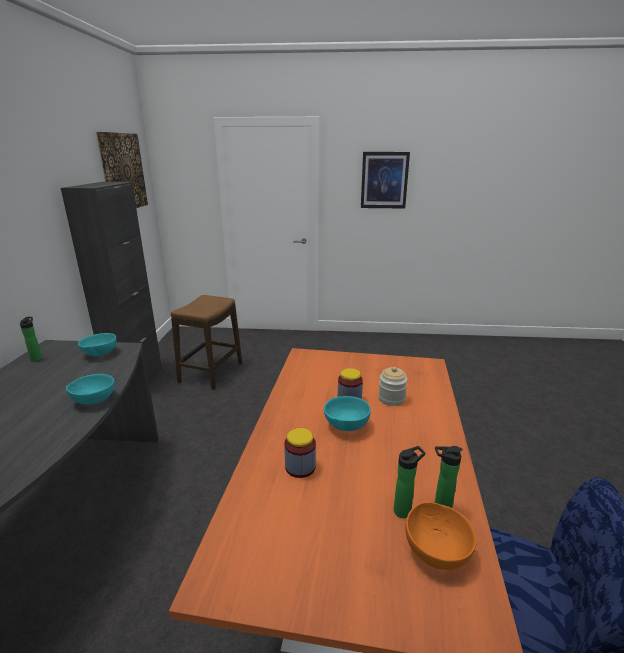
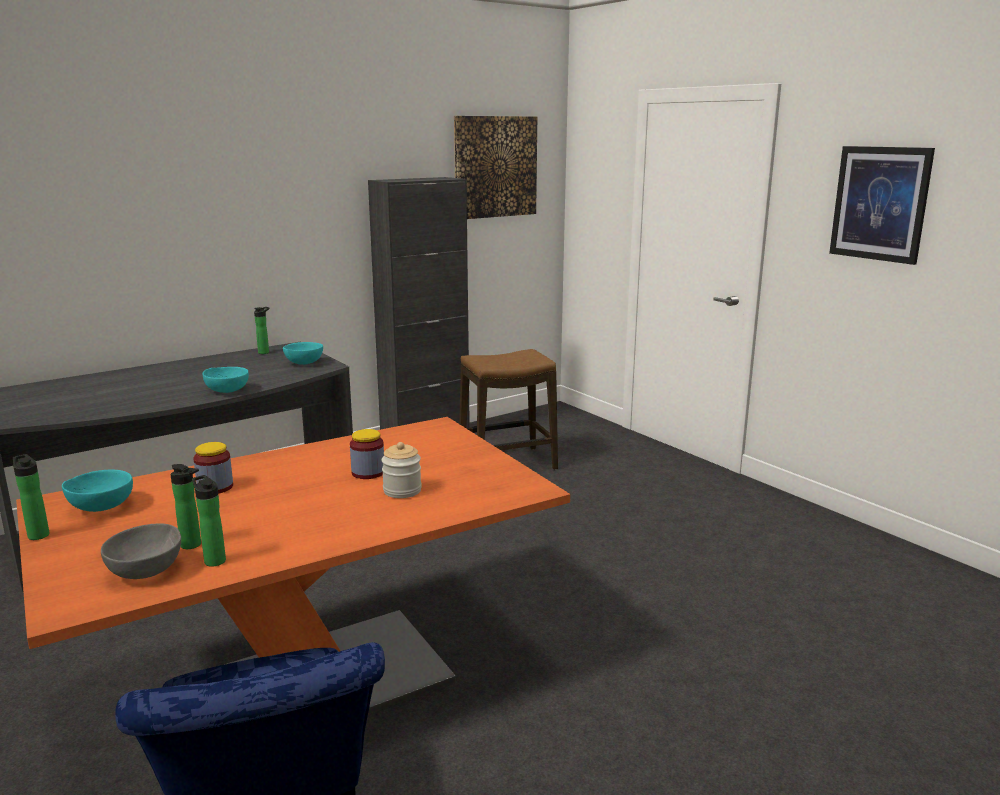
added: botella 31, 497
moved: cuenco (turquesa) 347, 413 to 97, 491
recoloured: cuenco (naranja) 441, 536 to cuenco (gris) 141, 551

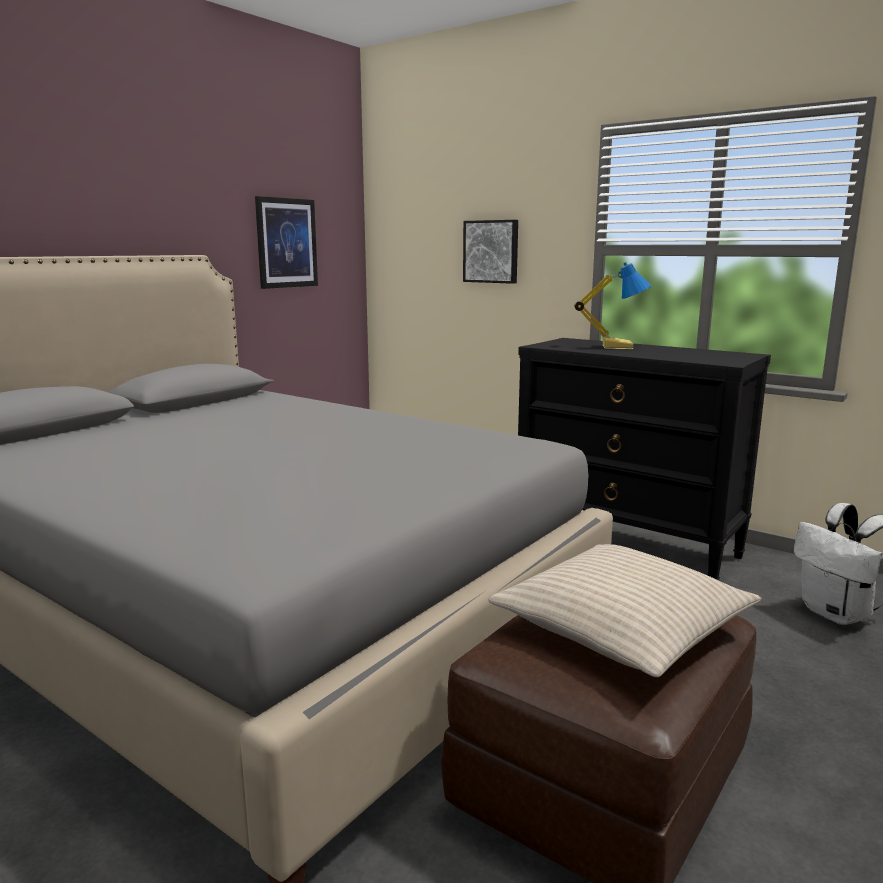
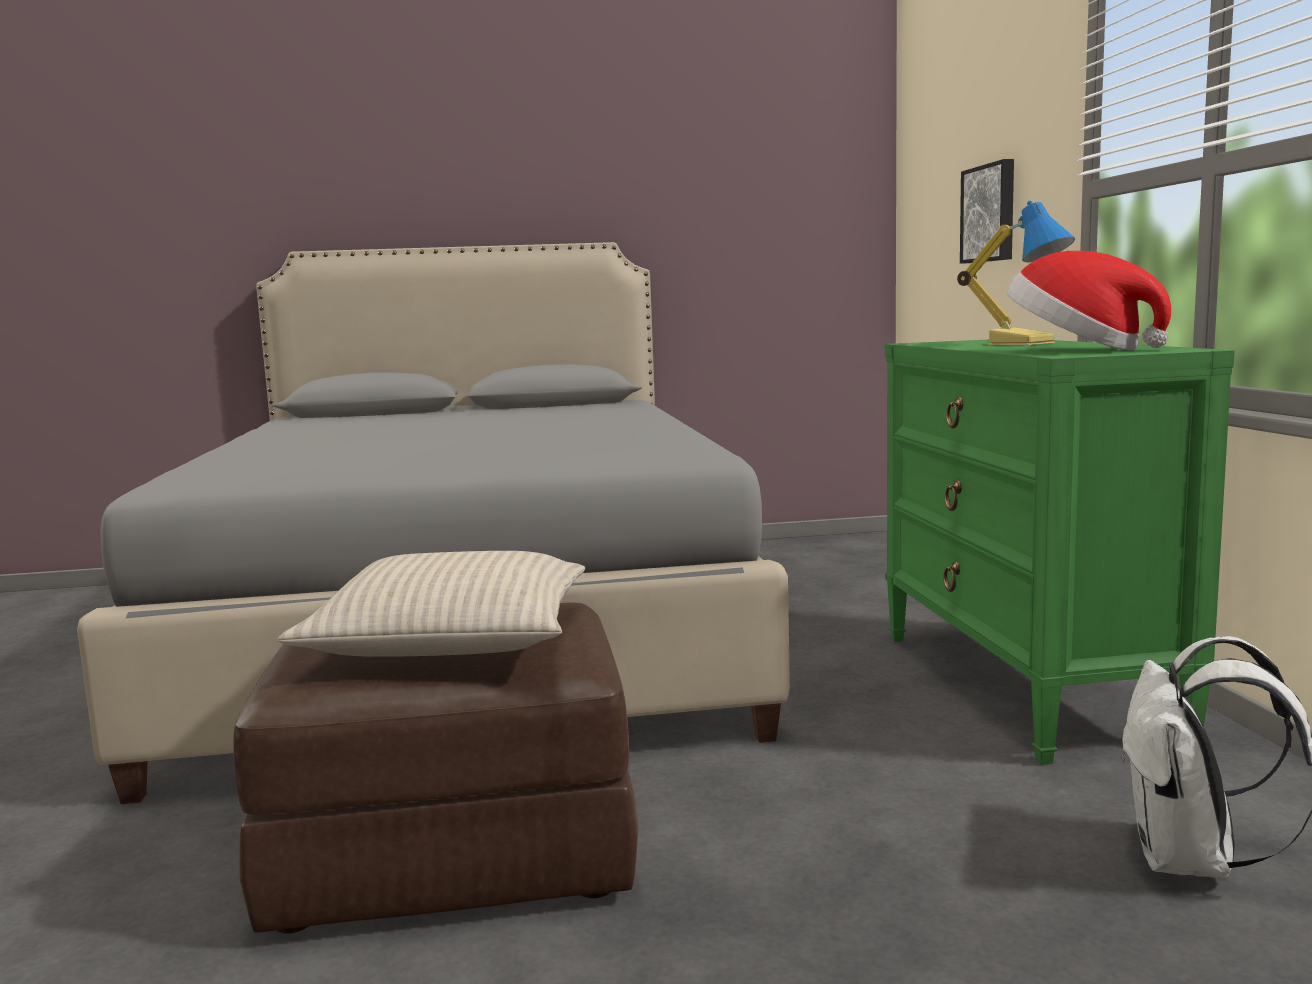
removed: cuadro 286, 242
added: sombrero 1089, 300
recoloured: cómoda (negro) 644, 459 to cómoda (verde) 1060, 552

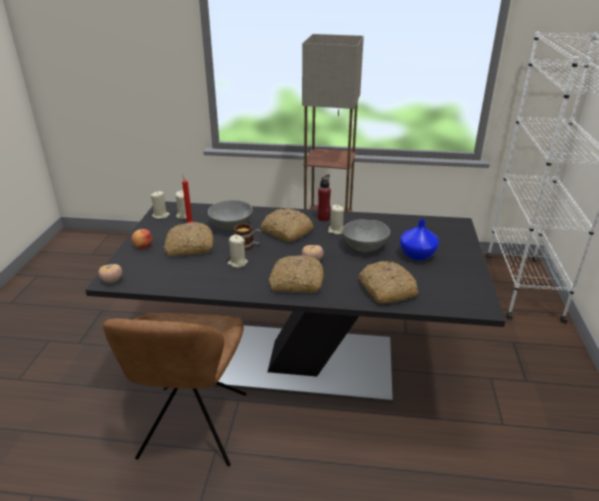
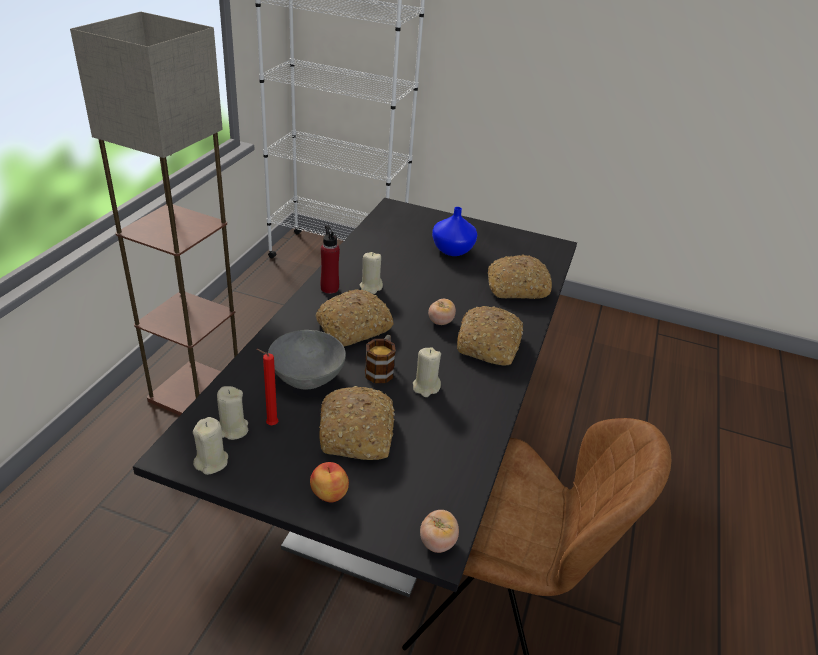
removed: cuenco (gris) 366, 235

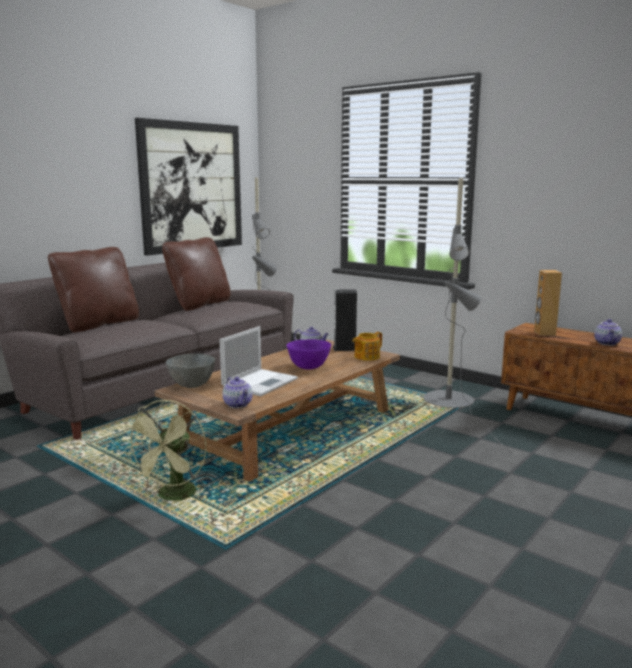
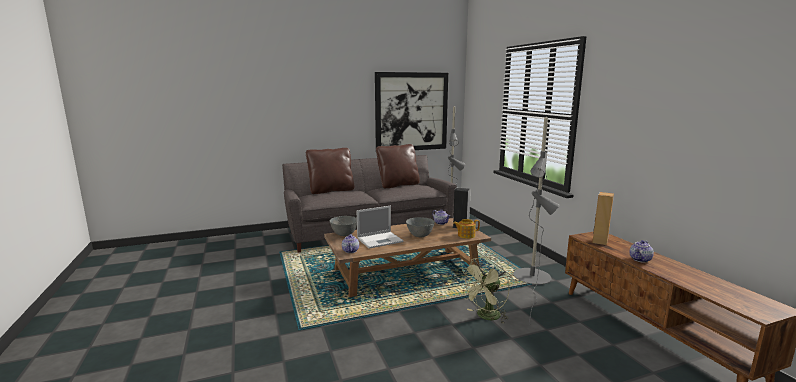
moved: ventilador (verde) 165, 450 to 484, 290
recoloured: cuenco (morado) 308, 354 to cuenco (gris) 420, 227

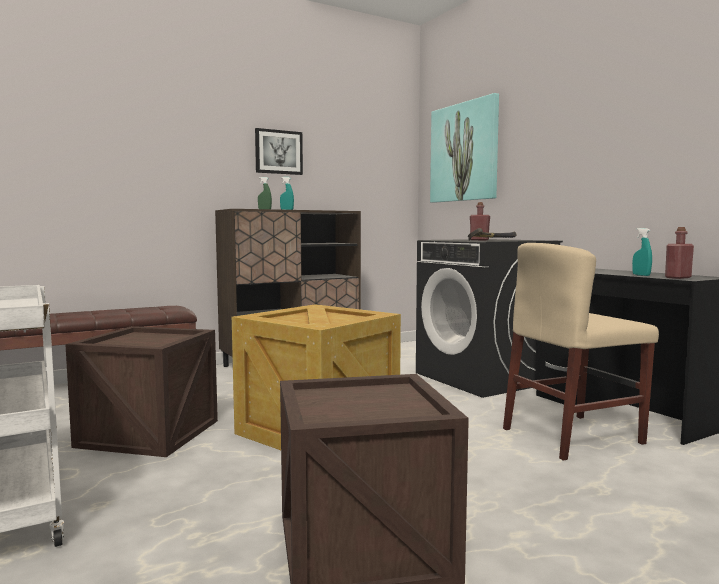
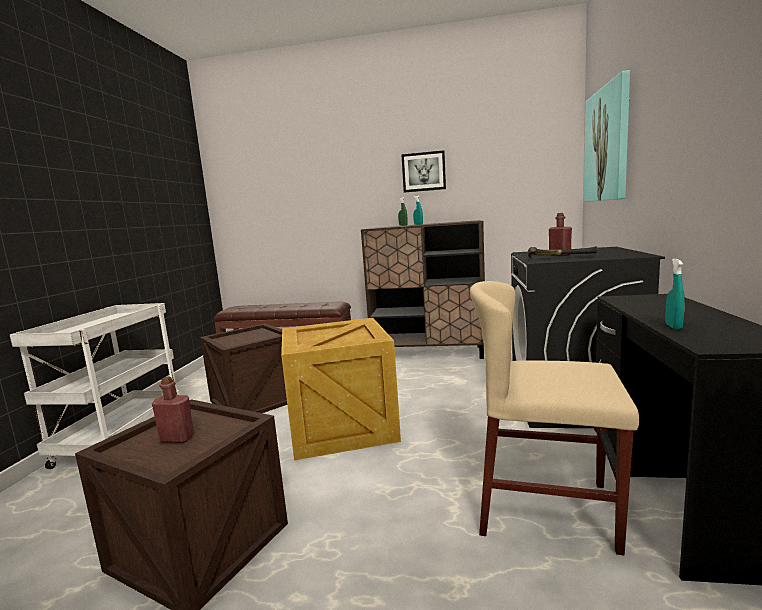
moved: botella (rojo) 679, 253 to 173, 409

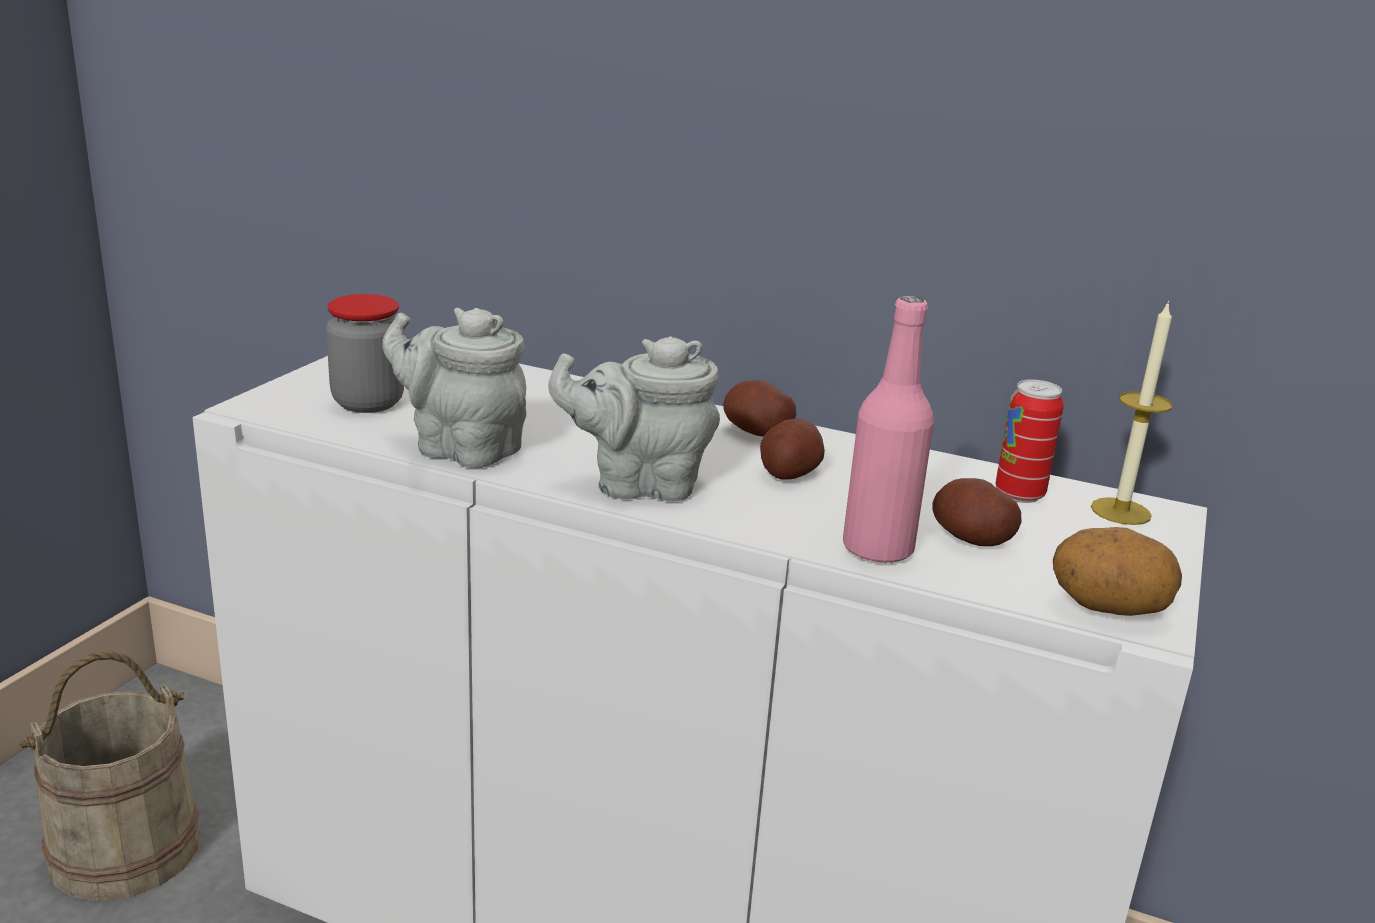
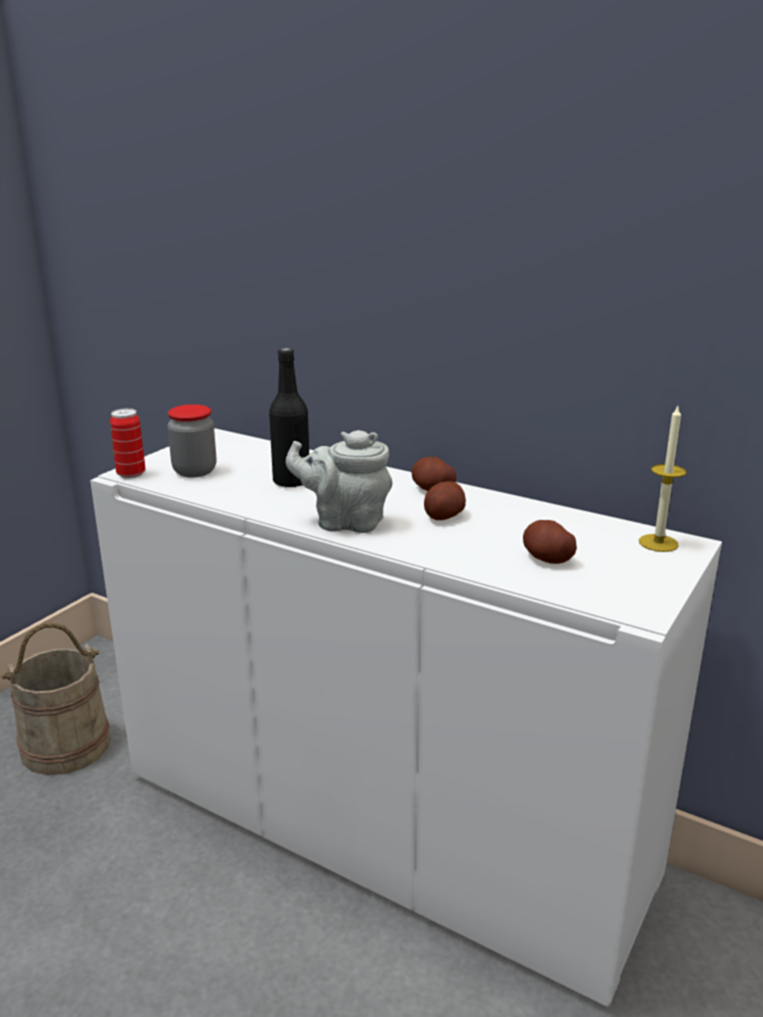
removed: tetera (gris) 454, 388; botella (rosa) 888, 430; patata 1117, 571
added: botella (negro) 289, 418
moved: lata 1030, 441 to 127, 443

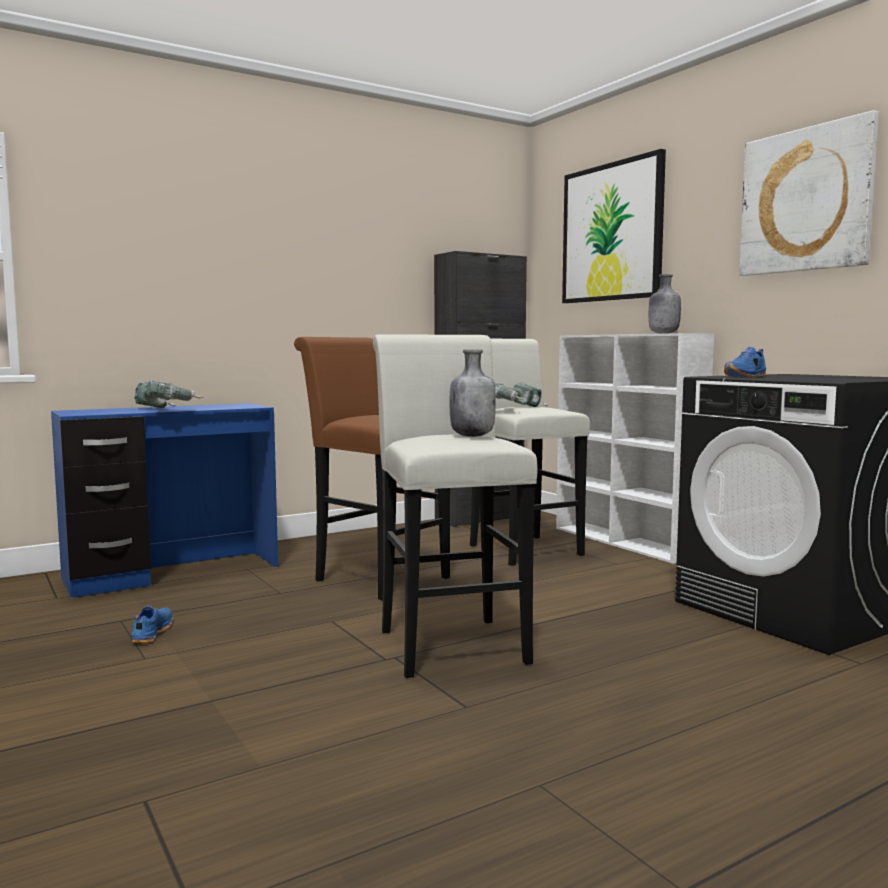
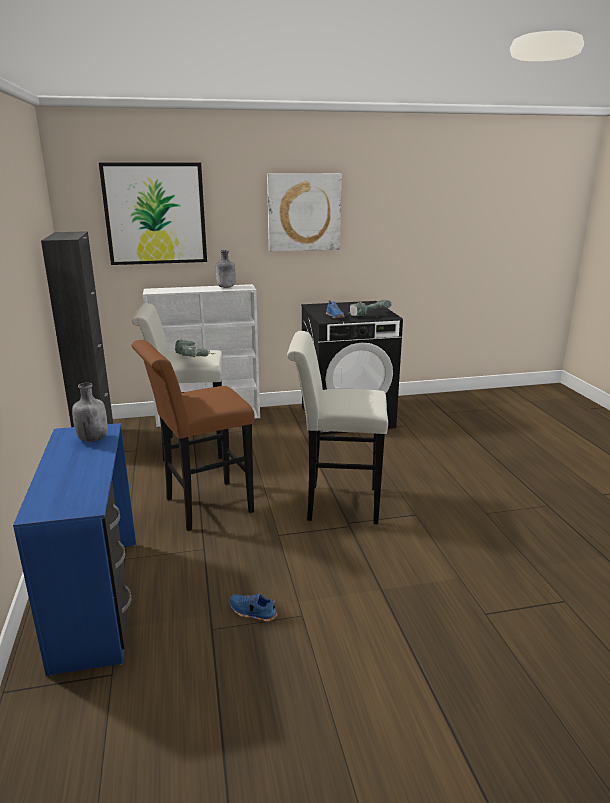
moved: taladro 168, 394 to 370, 307; botella (gris) 472, 393 to 90, 412

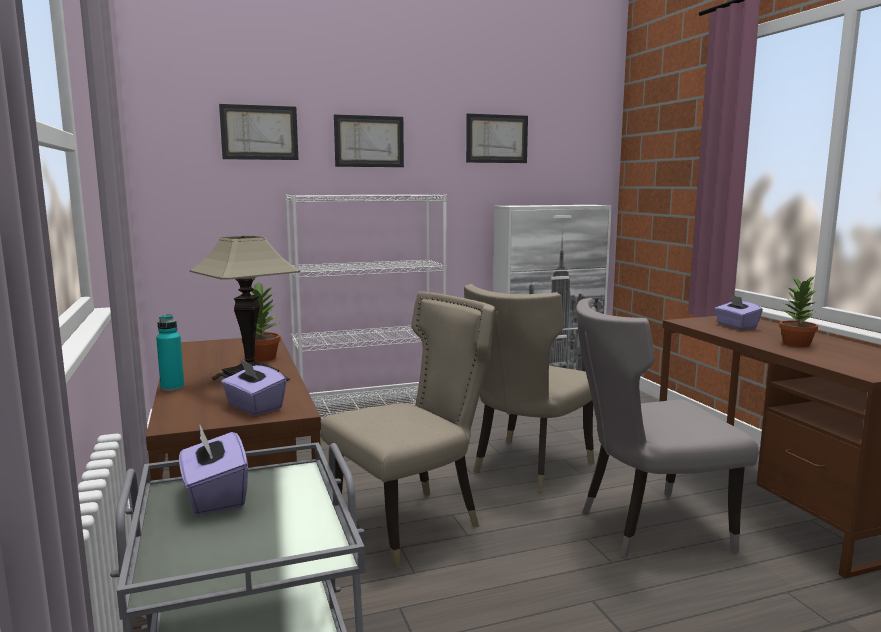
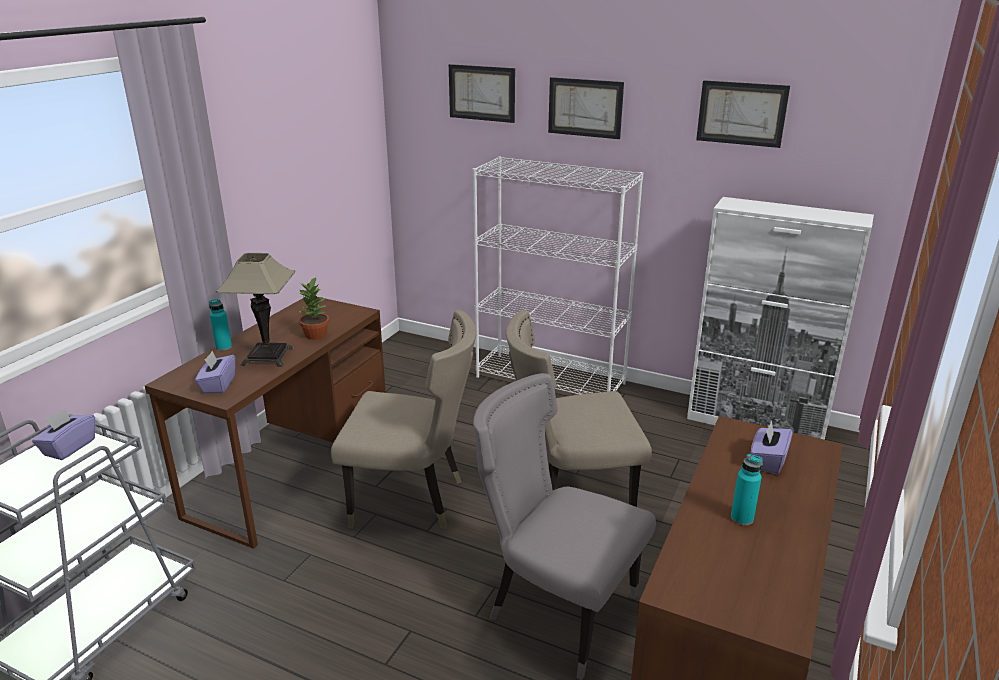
replaced: planta en maceta 798, 311 to botella (turquesa) 747, 489

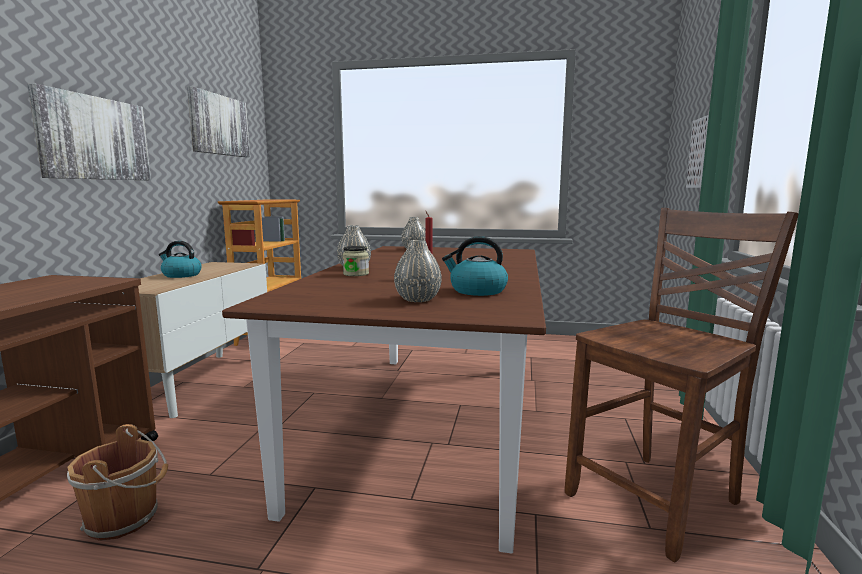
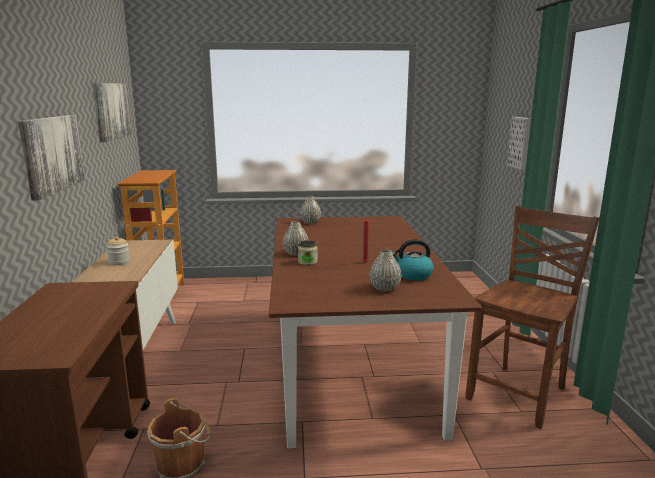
replaced: hervidor 180, 259 to tarro 118, 250

